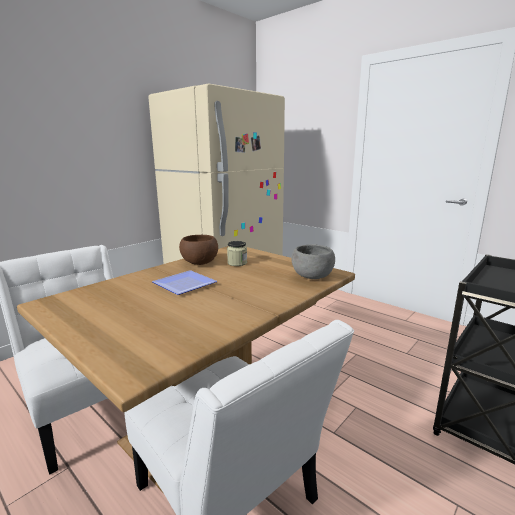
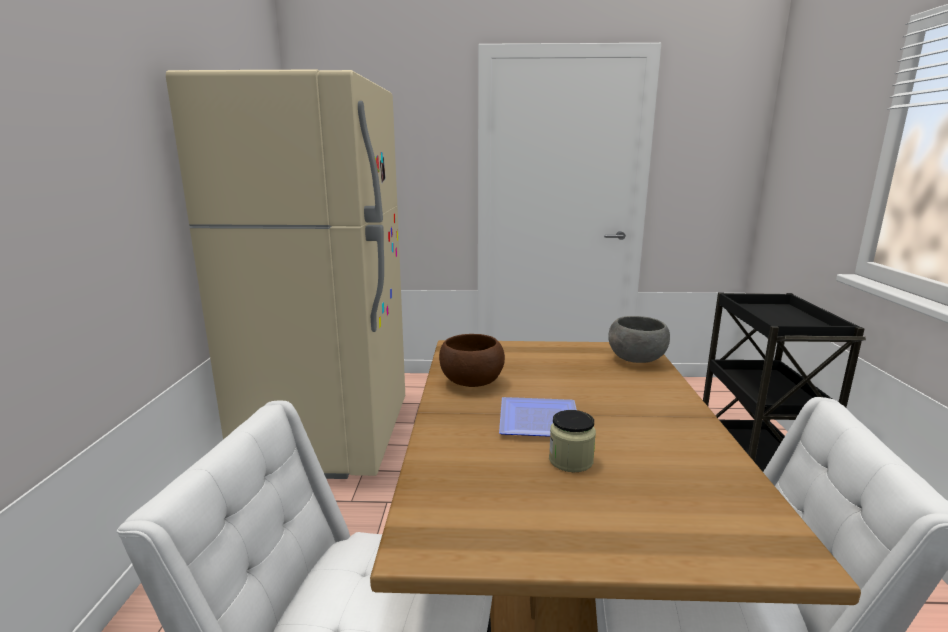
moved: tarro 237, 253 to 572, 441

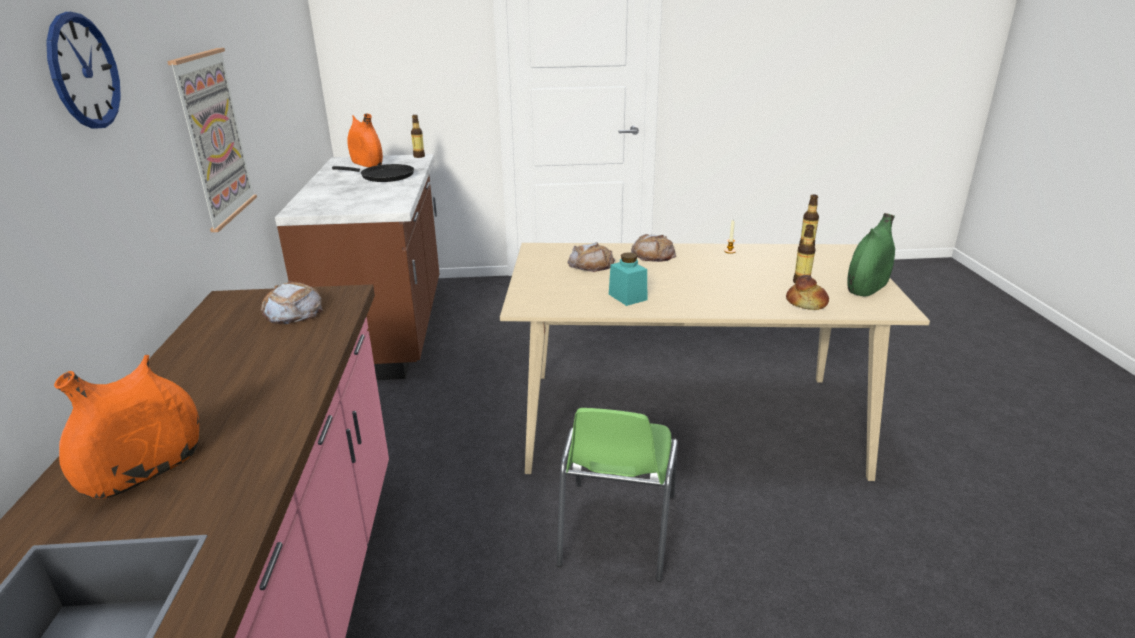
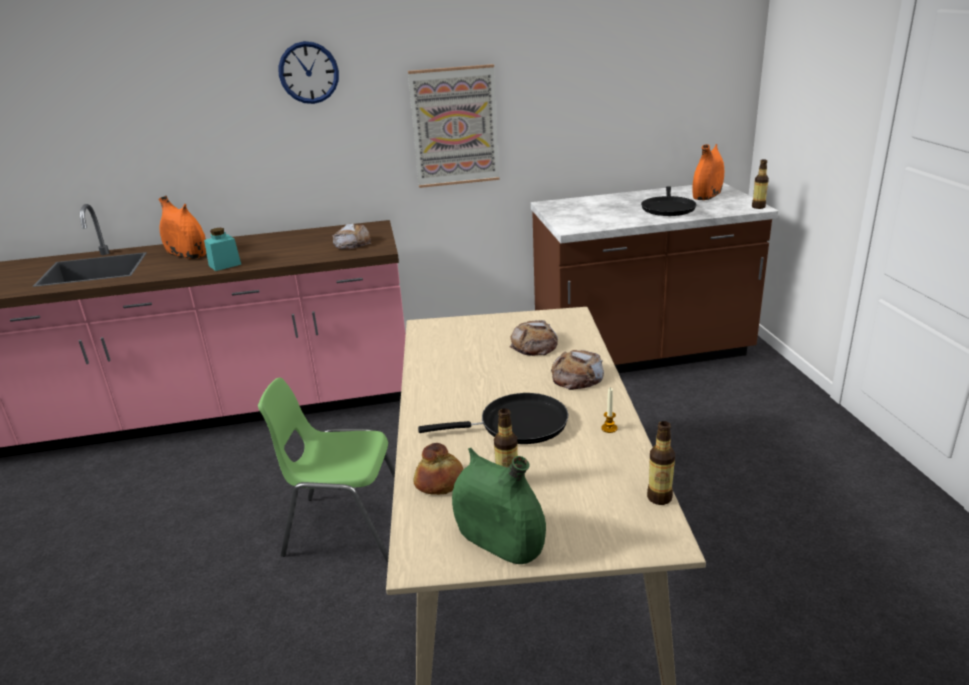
added: sartén (negro) 493, 418
moved: tarro (turquesa) 628, 279 to 222, 249

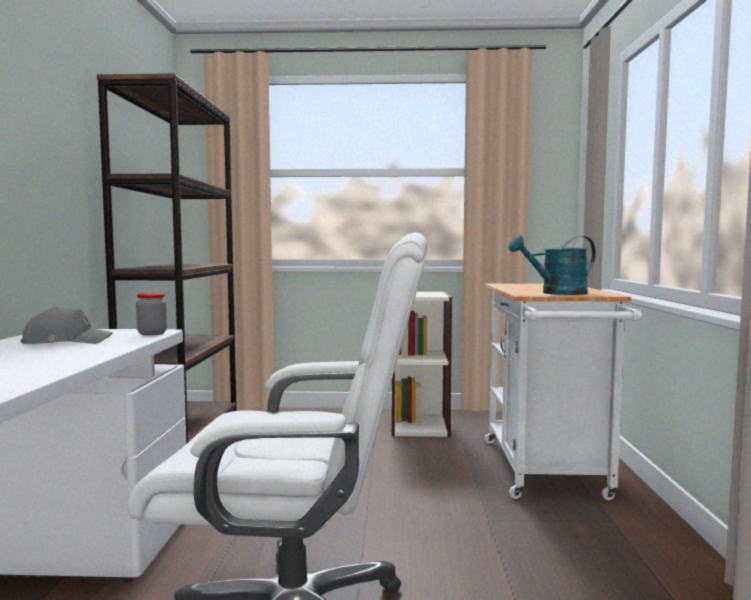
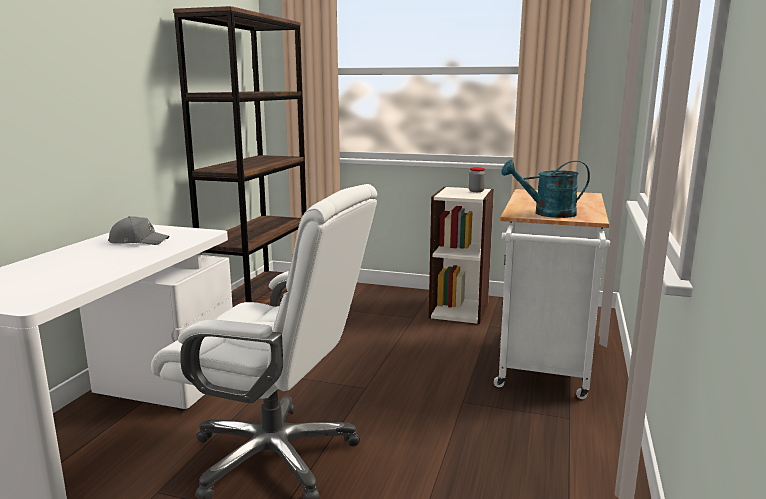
moved: tarro 151, 314 to 477, 179

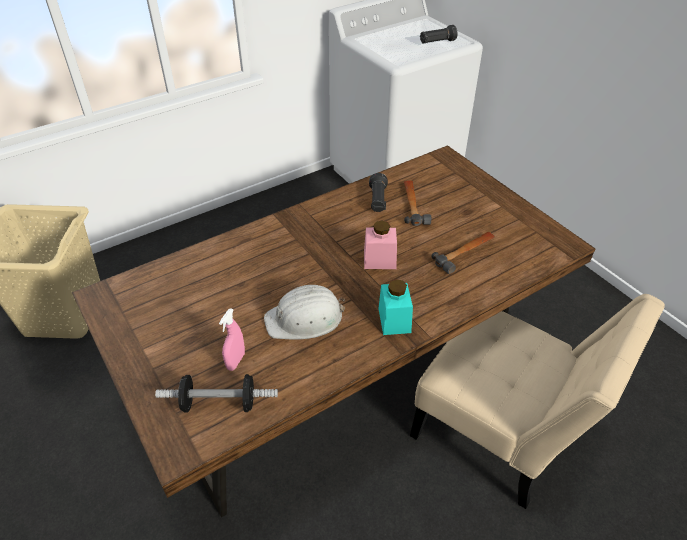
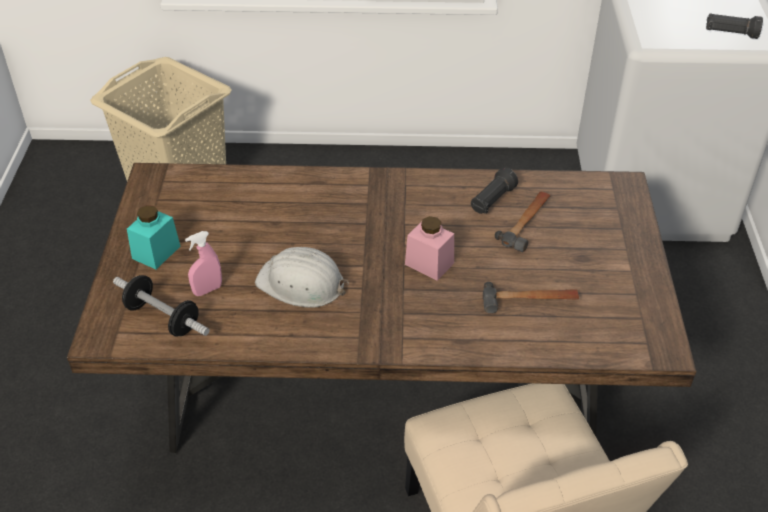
moved: tarro (turquesa) 395, 307 to 153, 237

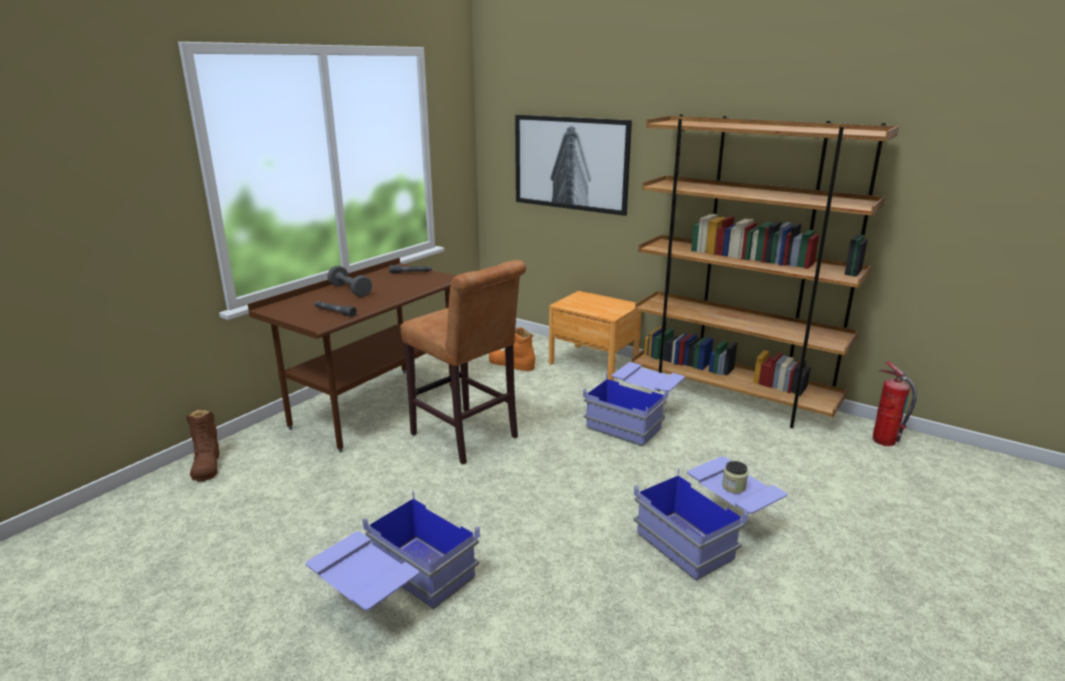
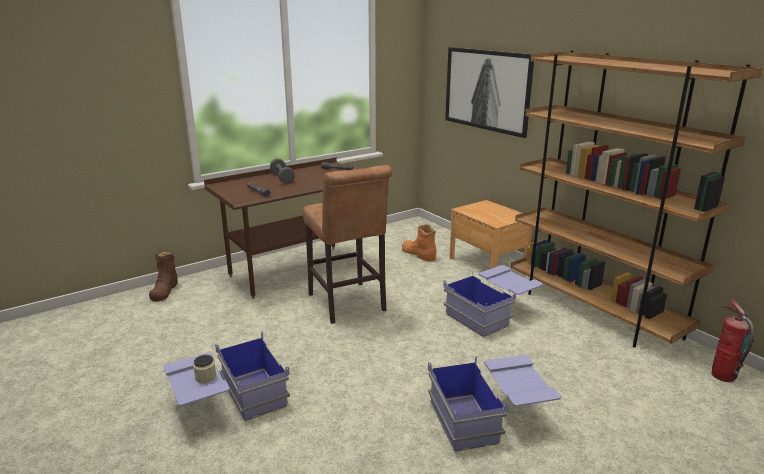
moved: tarro 735, 477 to 204, 369

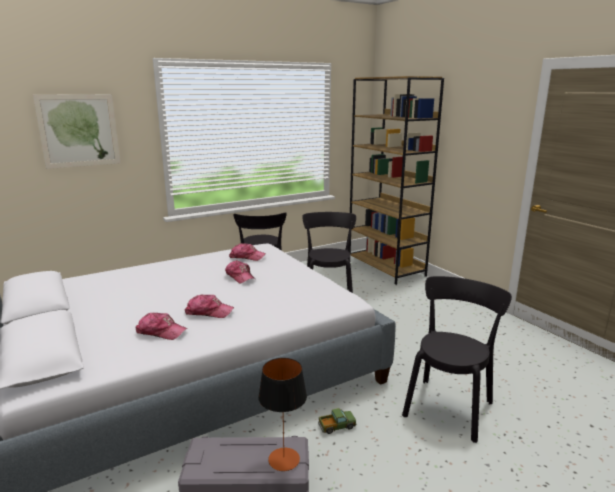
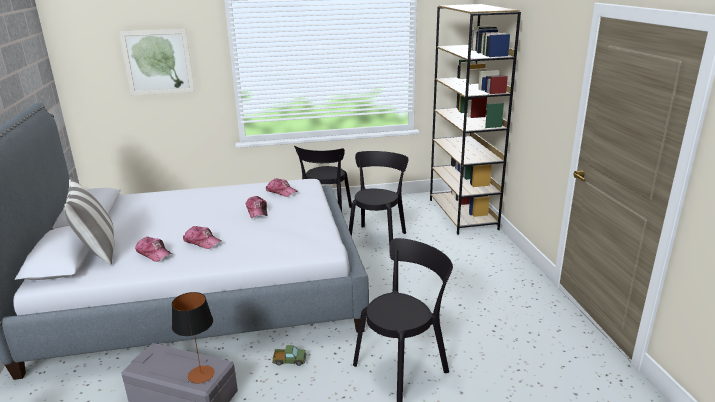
added: cojín 89, 221

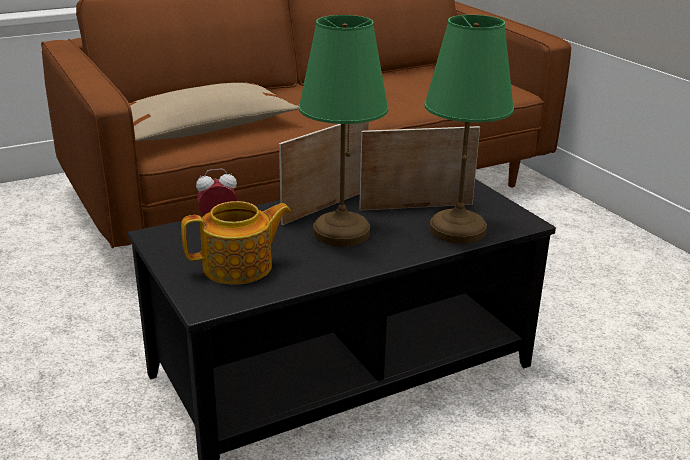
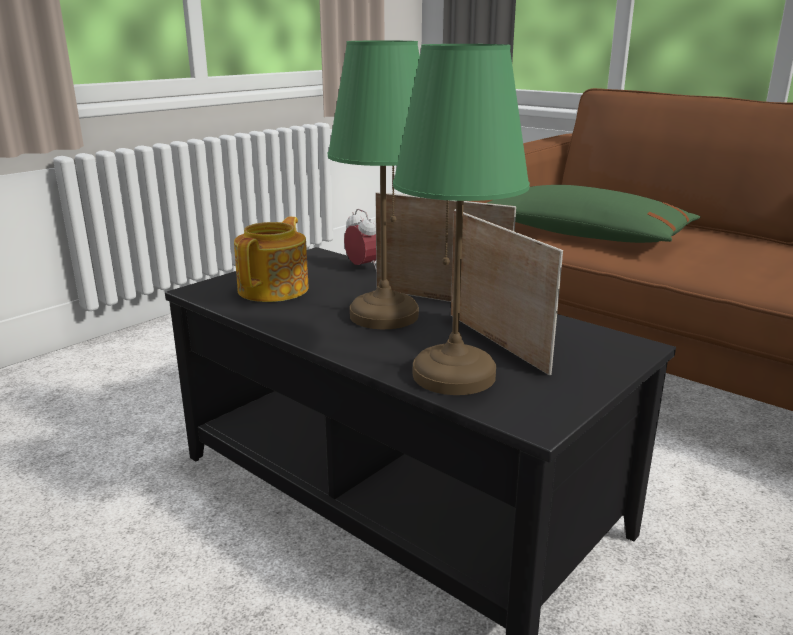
recoloured: cojín (beis) 214, 111 to cojín (verde) 593, 214
turned: tetera 236, 243 = 271, 259 120 degrees counterclockwise

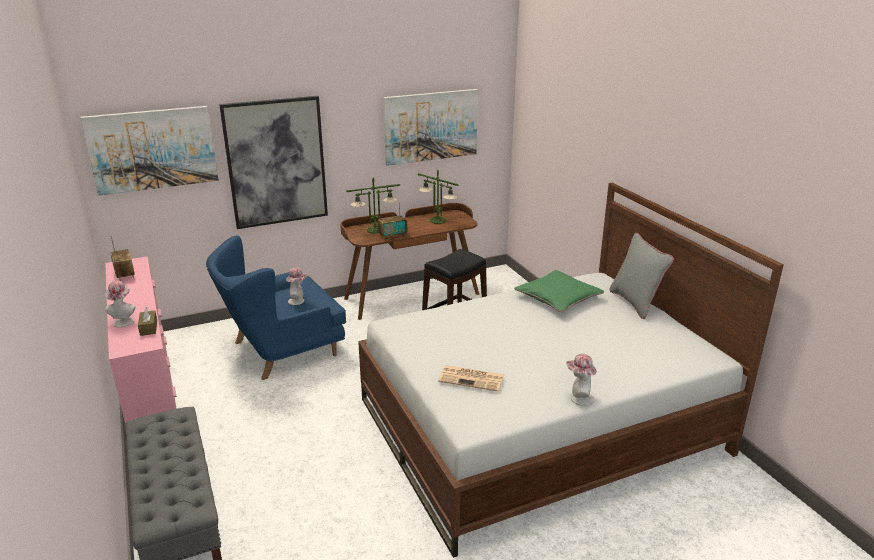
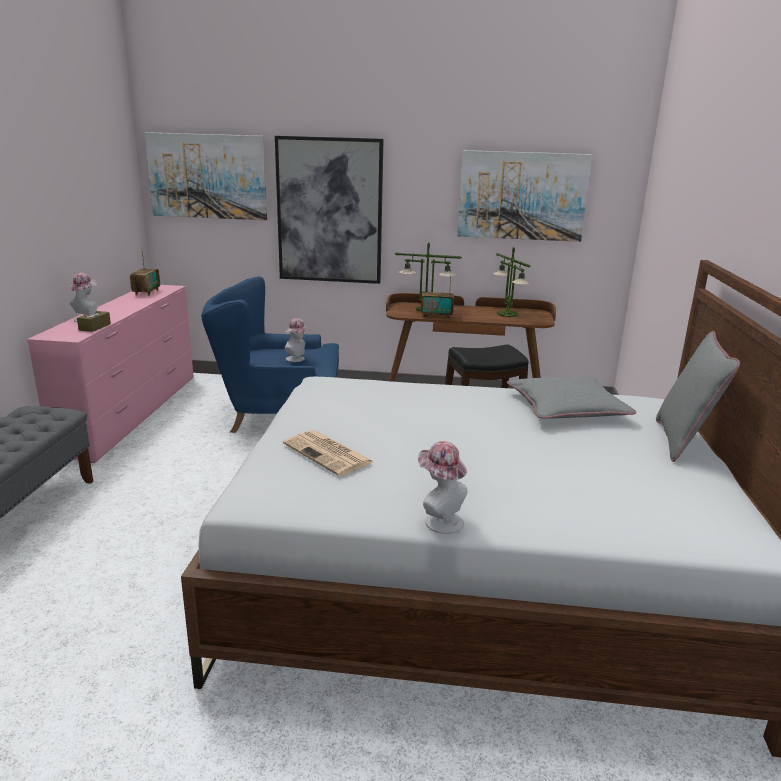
recoloured: cojín (verde) 559, 291 to cojín (gris) 571, 397

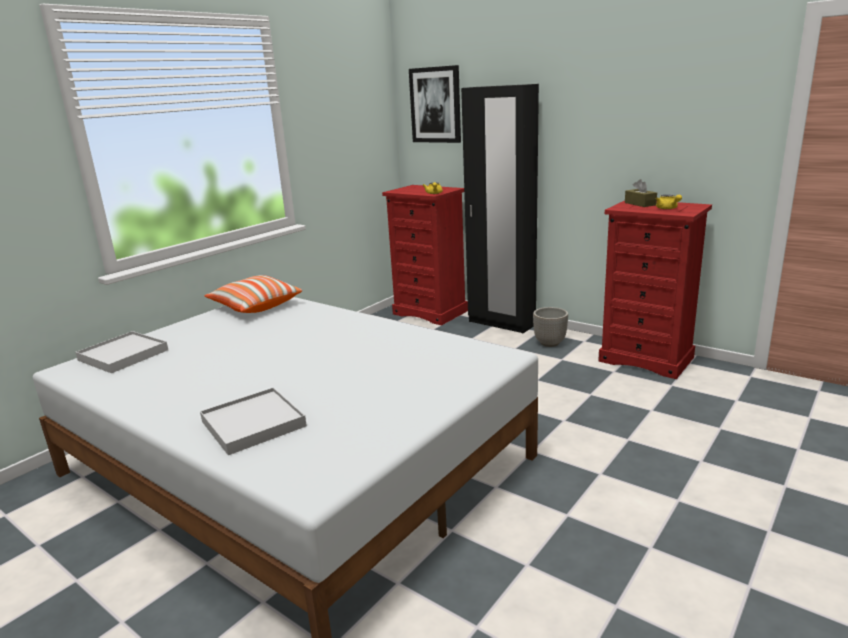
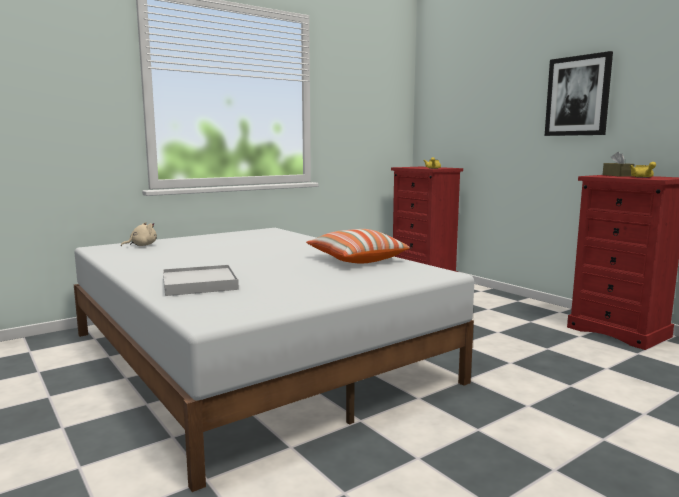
removed: armario ropero (negro) 500, 208; maceta 550, 327
moved: cojín 253, 294 to 358, 246; cuadro 435, 104 to 579, 93
replaced: bandeja (blanco) 122, 352 to peluche (beis) 139, 234

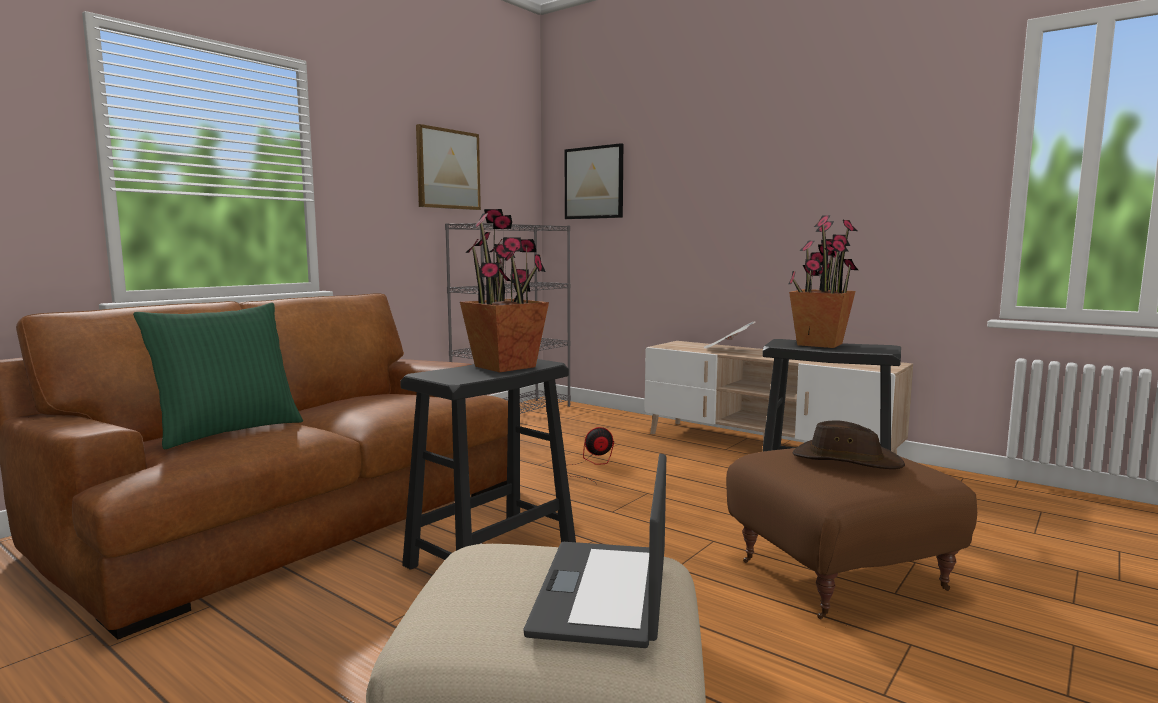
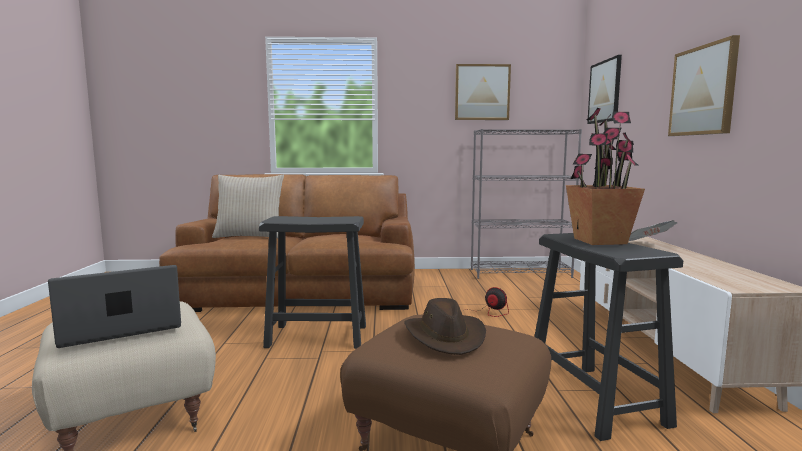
removed: planta en maceta 504, 290
added: cuadro 704, 85
recoloured: cojín (verde) 218, 376 to cojín (beis) 248, 206

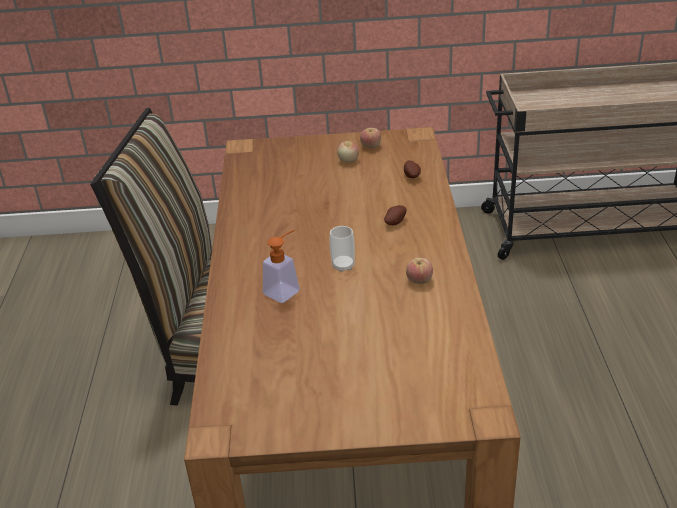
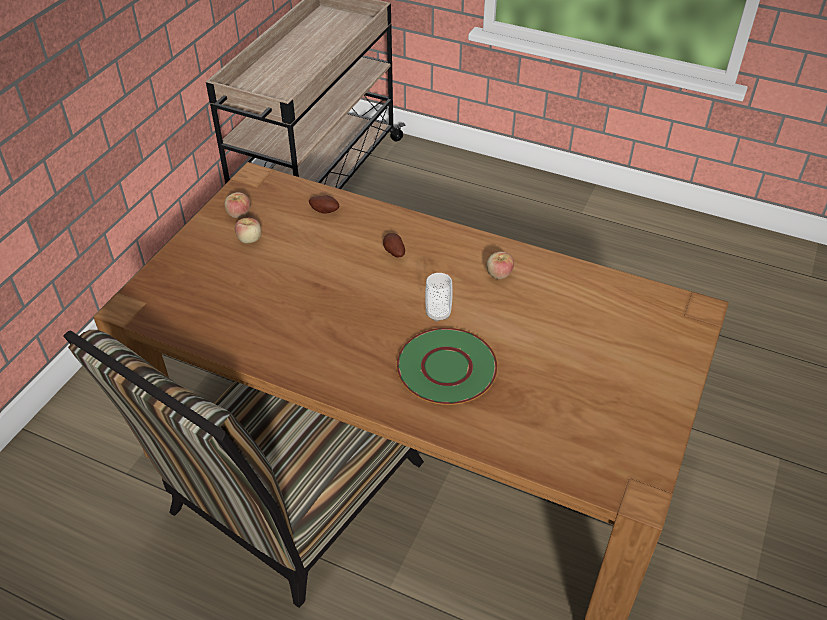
replaced: dispensador de jabón 281, 266 to plato (verde) 447, 366

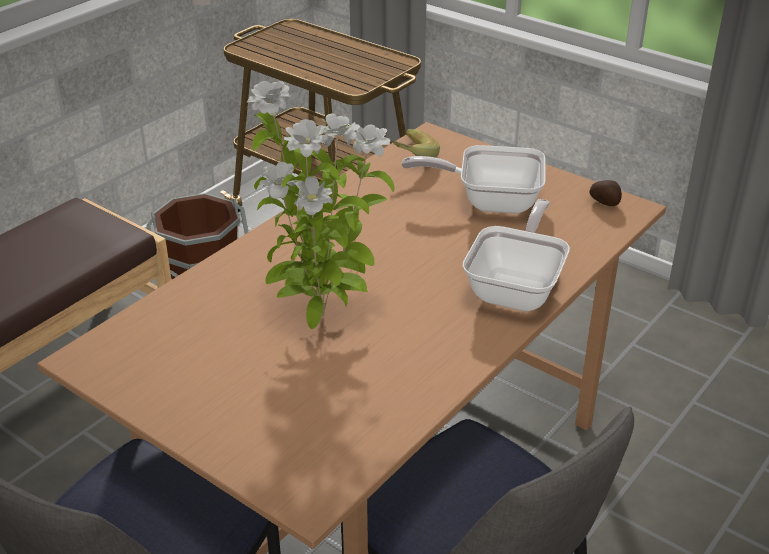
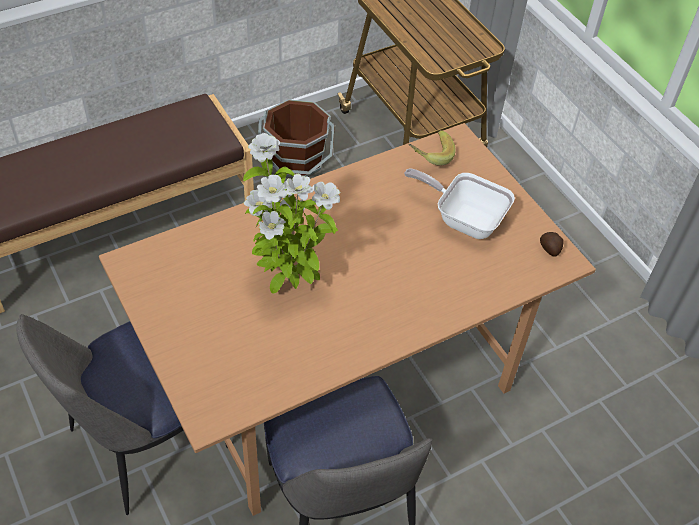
removed: sartén 516, 255

